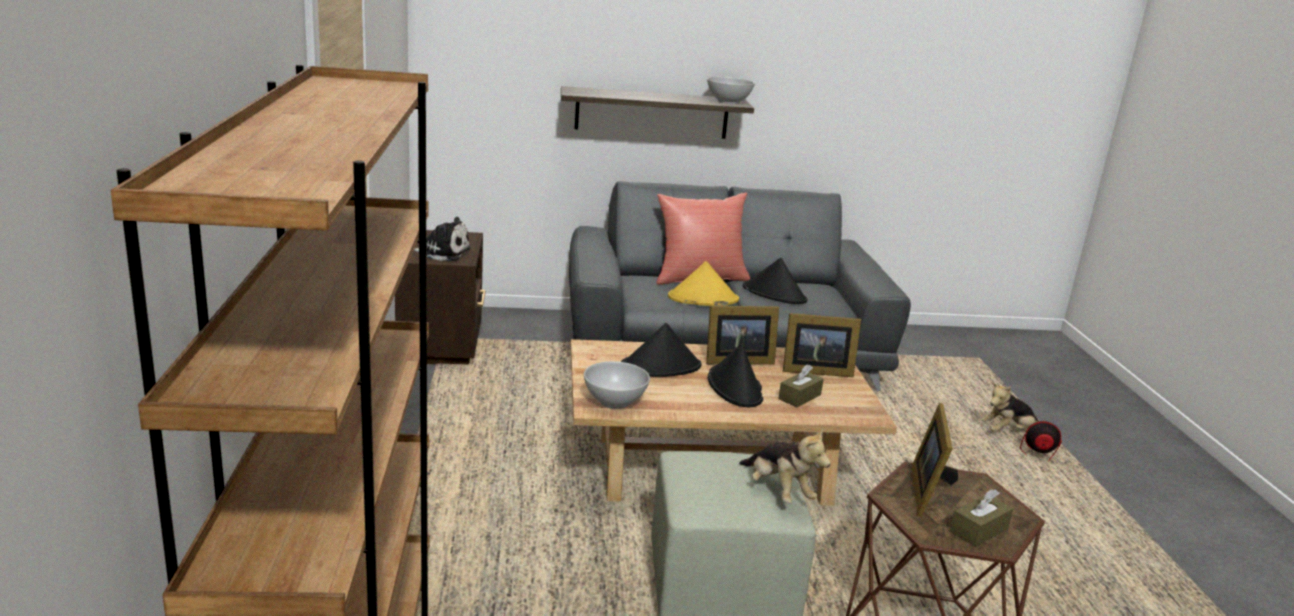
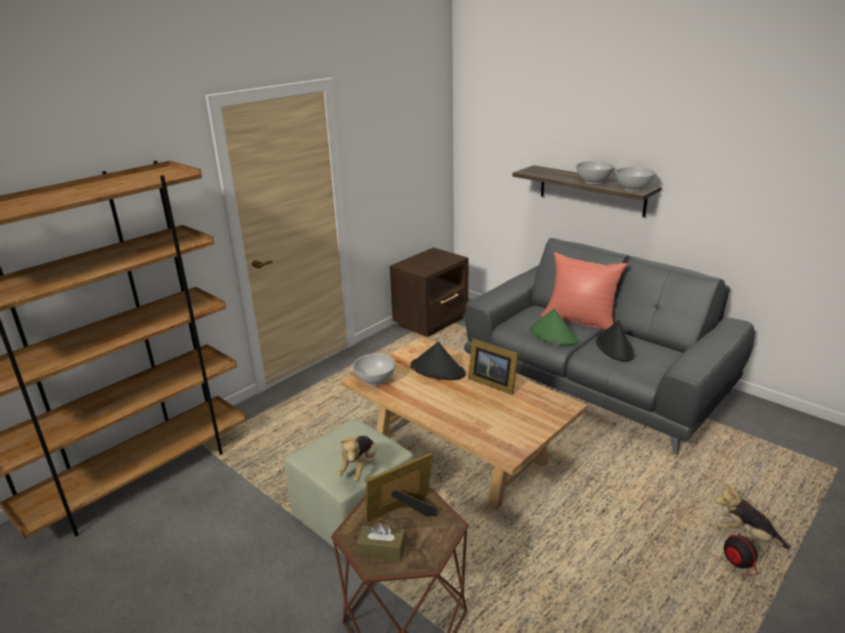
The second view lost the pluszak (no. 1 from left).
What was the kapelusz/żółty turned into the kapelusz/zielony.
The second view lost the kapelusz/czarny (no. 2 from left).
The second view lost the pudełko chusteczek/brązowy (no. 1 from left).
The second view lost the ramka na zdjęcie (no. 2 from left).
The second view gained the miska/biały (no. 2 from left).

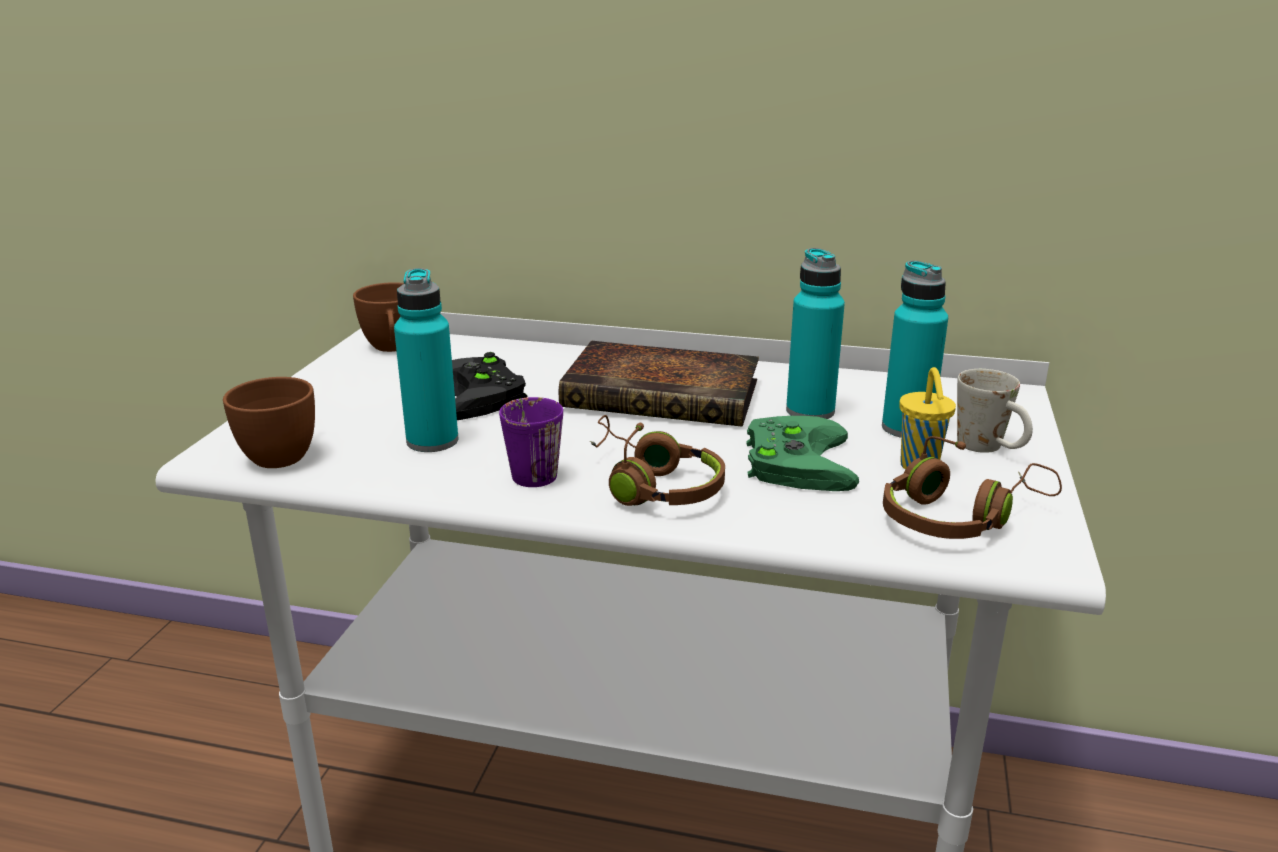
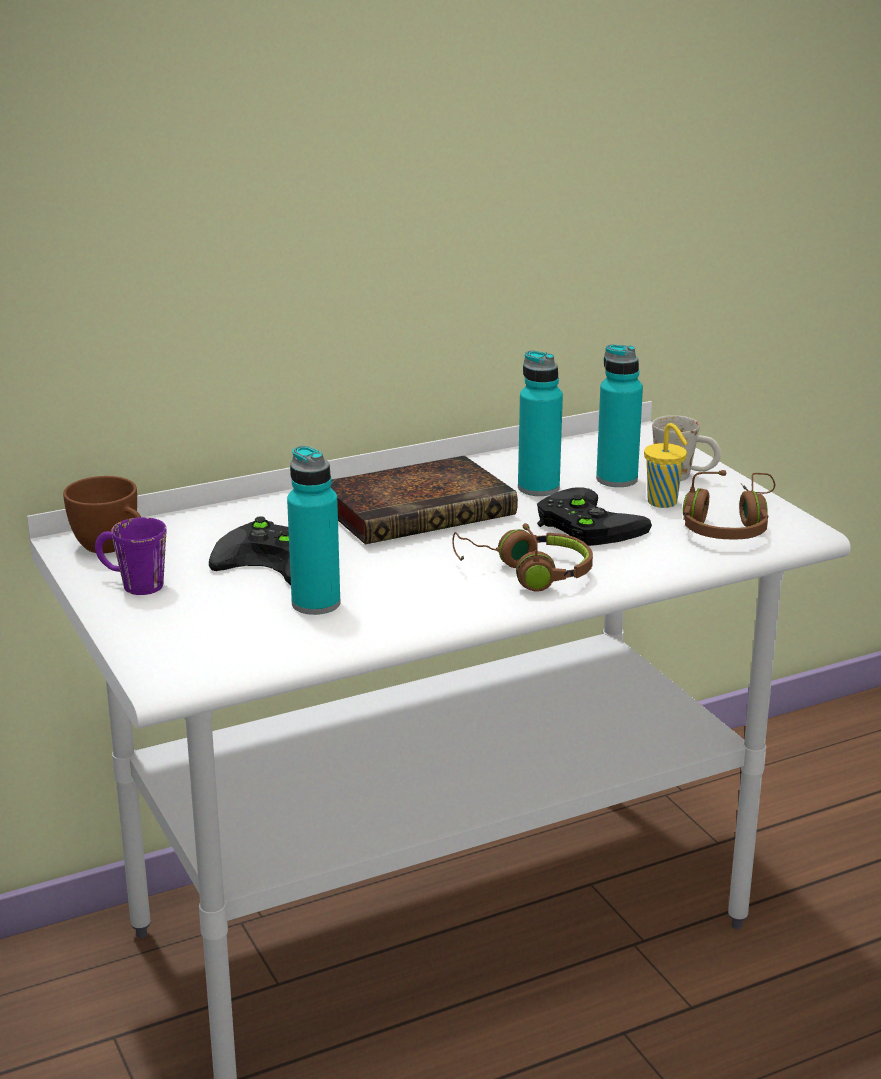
The second view lost the filiżanka/brązowy (no. 1 from left).
The kubek/fioletowy ended up elsewhere.
What was the pad do gier/zielony turned into the pad do gier/czarny (no. 2 from left).

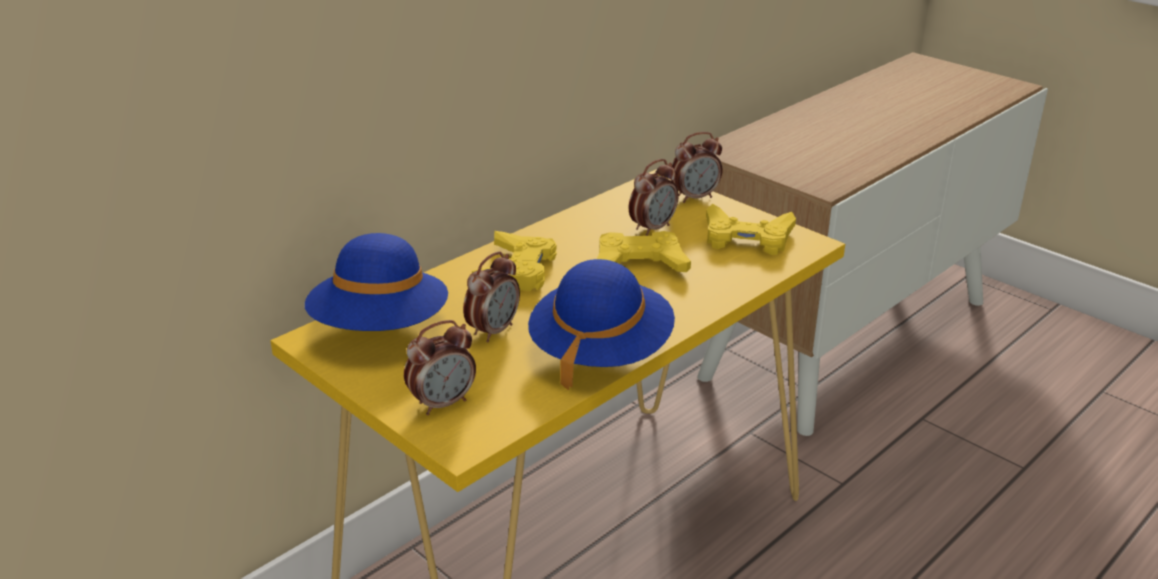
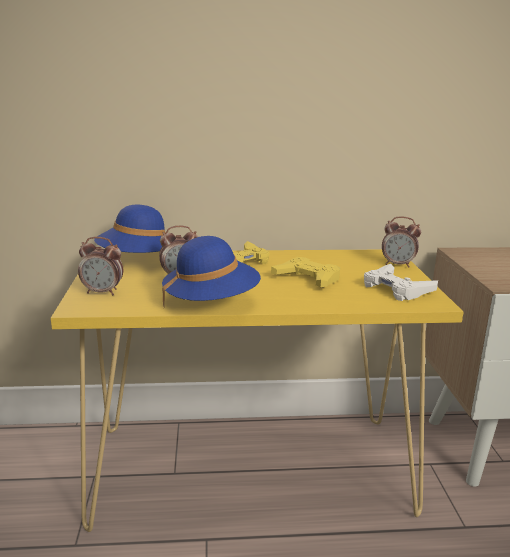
The second view lost the budzik (no. 3 from left).
What was the pad do gier/żółty (no. 3 from left) turned into the pad do gier/biały.

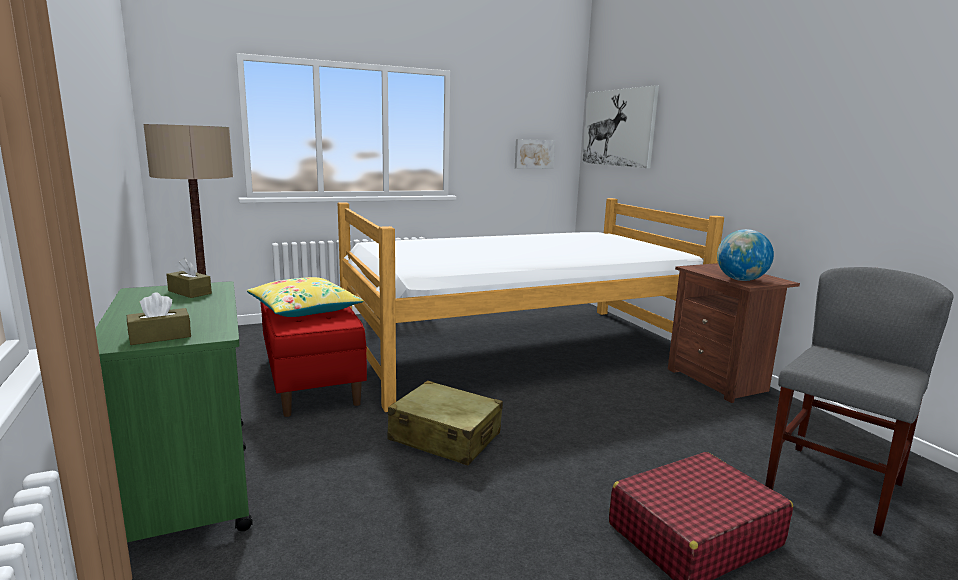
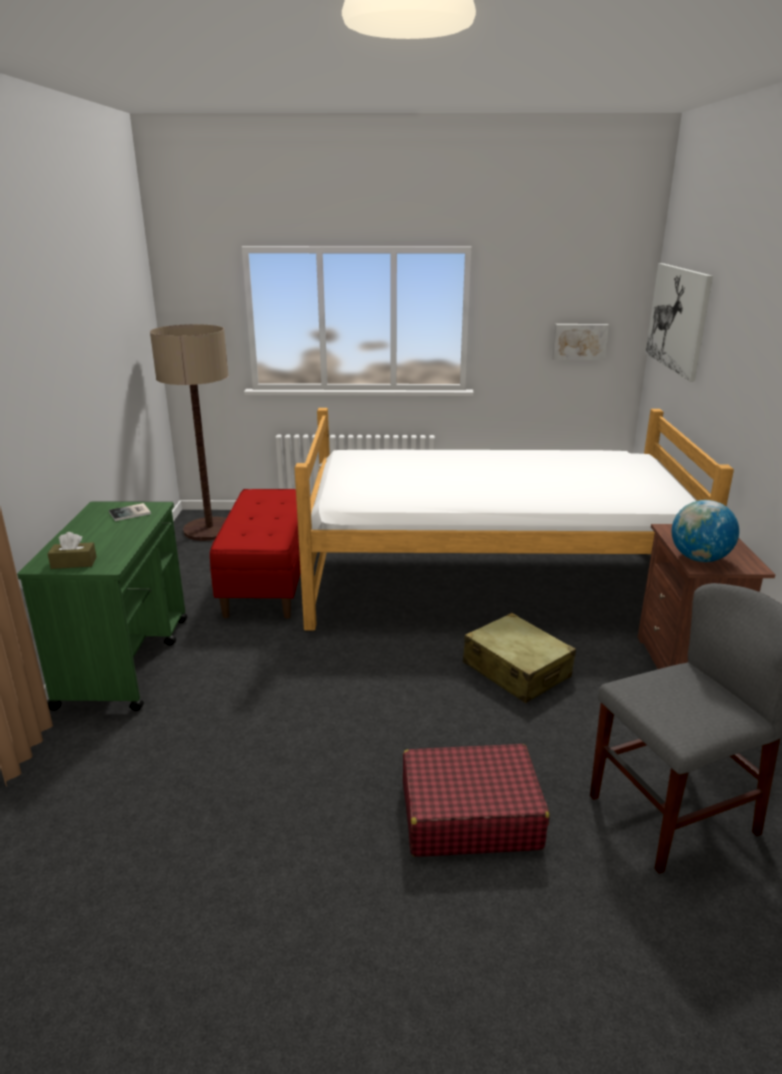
Where the pudełko chusteczek/brązowy (no. 2 from left) stood, the książka came to stand.
The second view lost the poduszka/żółty.
The walizka/beżowy ended up elsewhere.

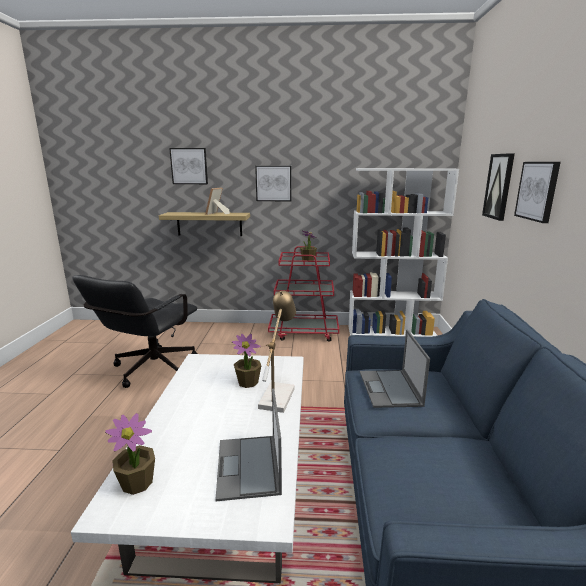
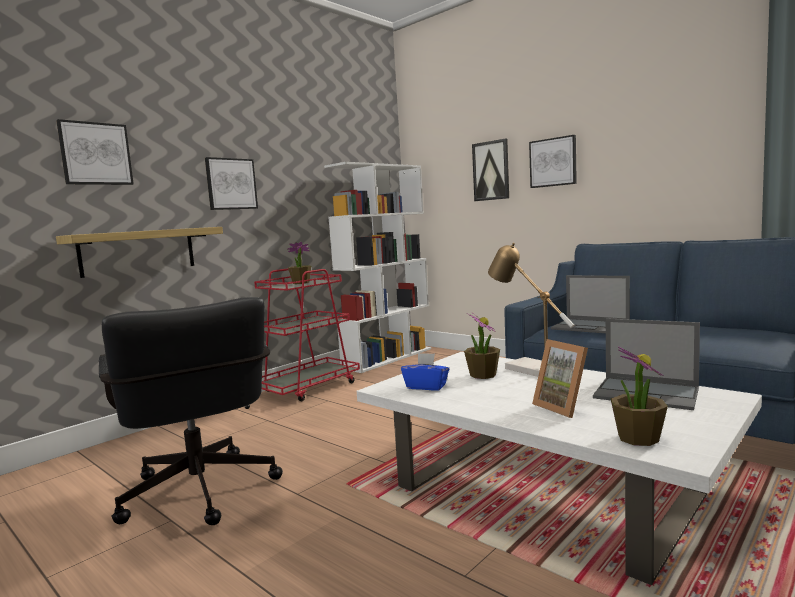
The ramka na zdjęcie ended up elsewhere.
The second view gained the pudełko chusteczek/niebieski.

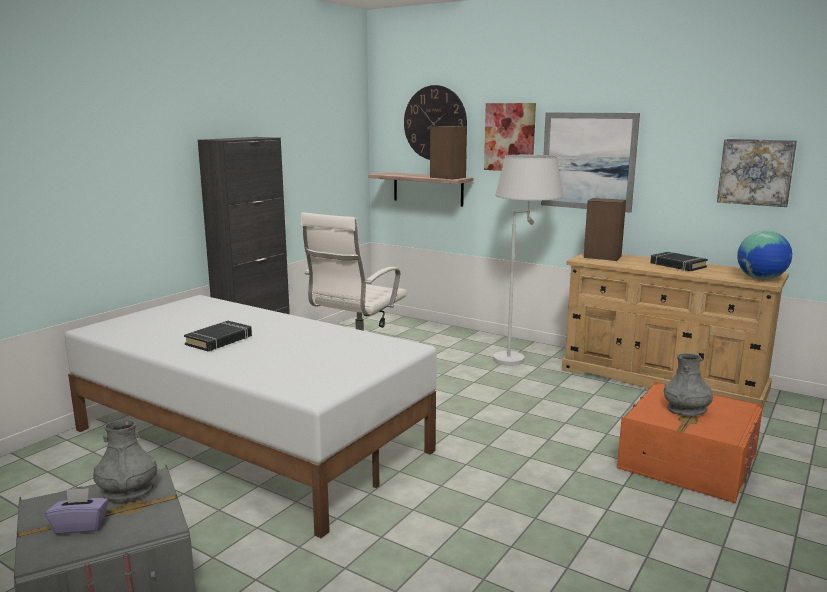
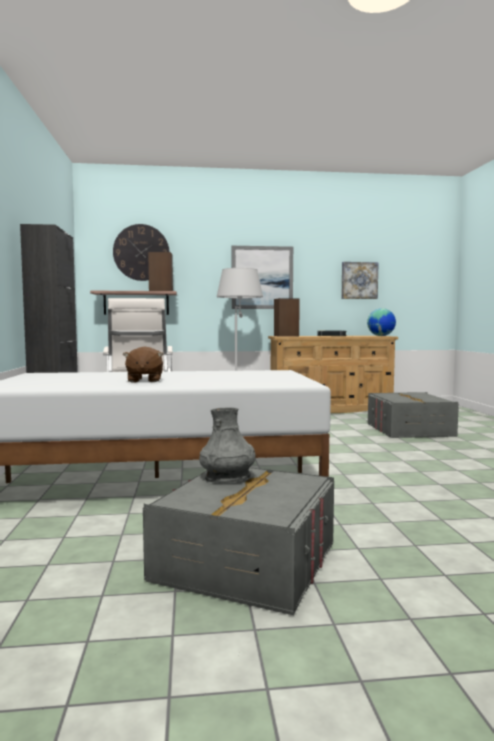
The second view lost the pudełko chusteczek/fioletowy.
Where the książka/czarny (no. 1 from left) stood, the pluszak/brązowy came to stand.
The second view lost the obraz (no. 1 from left).
What was the pojemnik do przechowywania/pomarańczowy turned into the pojemnik do przechowywania/szary (no. 2 from left).
The second view lost the wazon/szary (no. 2 from left).

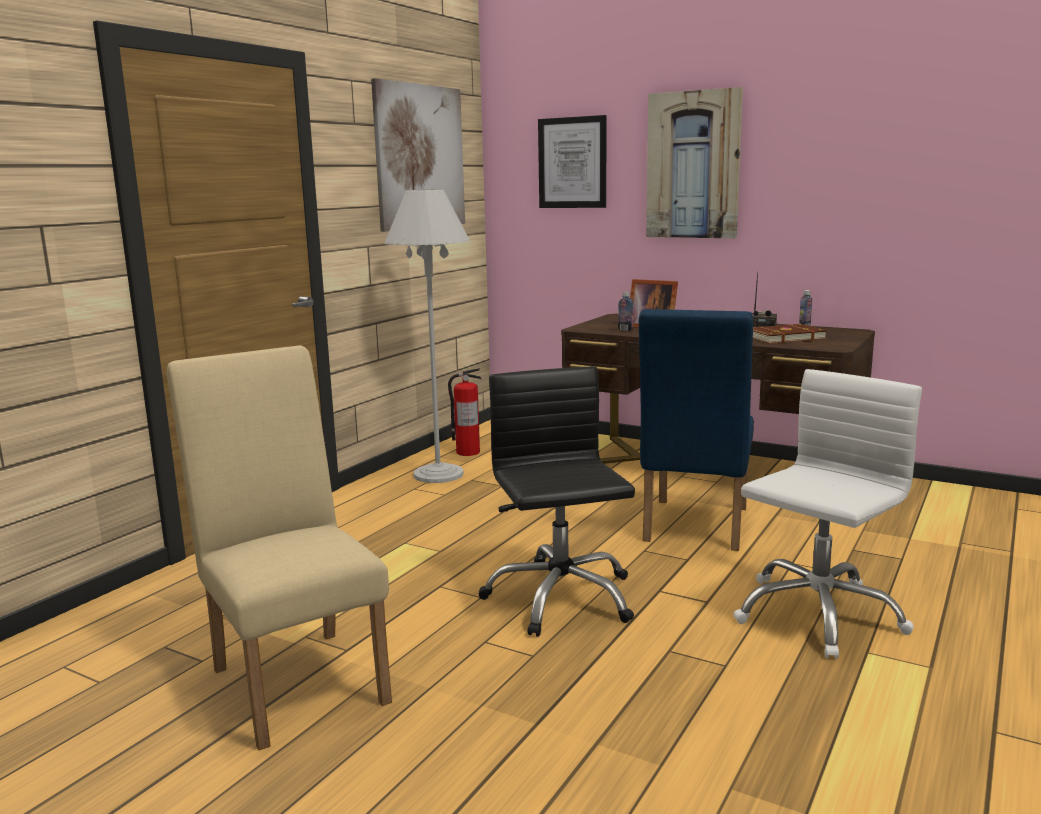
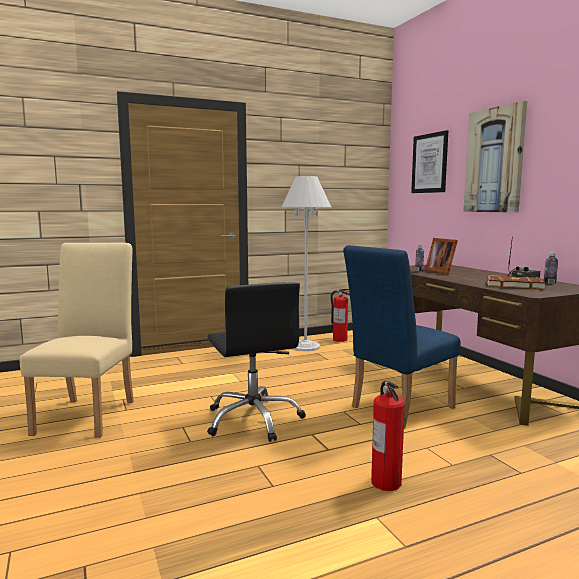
The second view lost the obraz (no. 1 from left).
The krzesło biurowe/czarny ended up facing another way, 135 degrees clockwise from before.
Where the krzesło biurowe/biały stood, the gaśnica (no. 2 from left) came to stand.

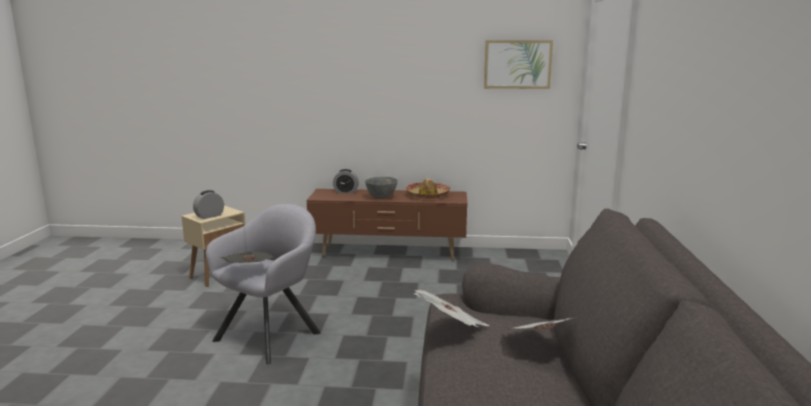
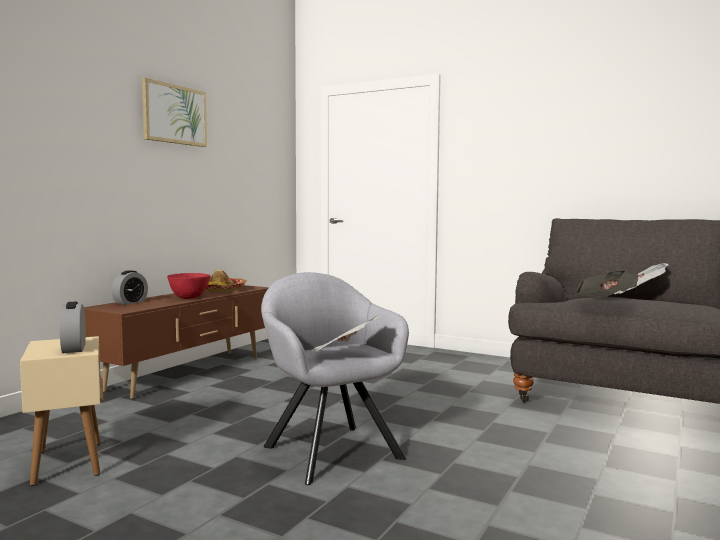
What was the miska/szary turned into the miska/czerwony.
The obraz ended up elsewhere.

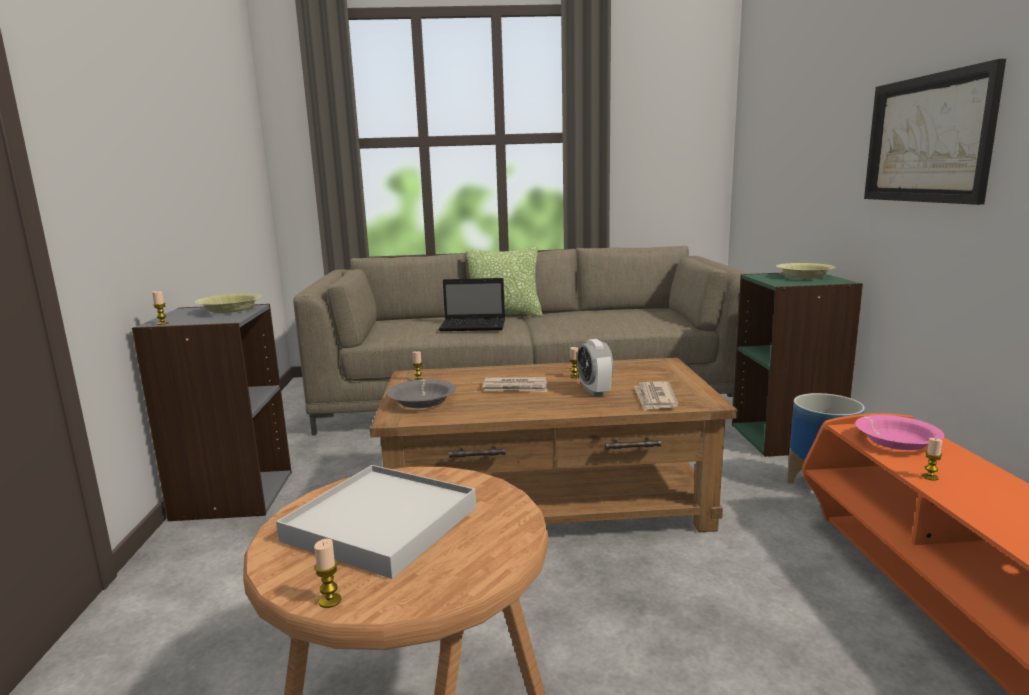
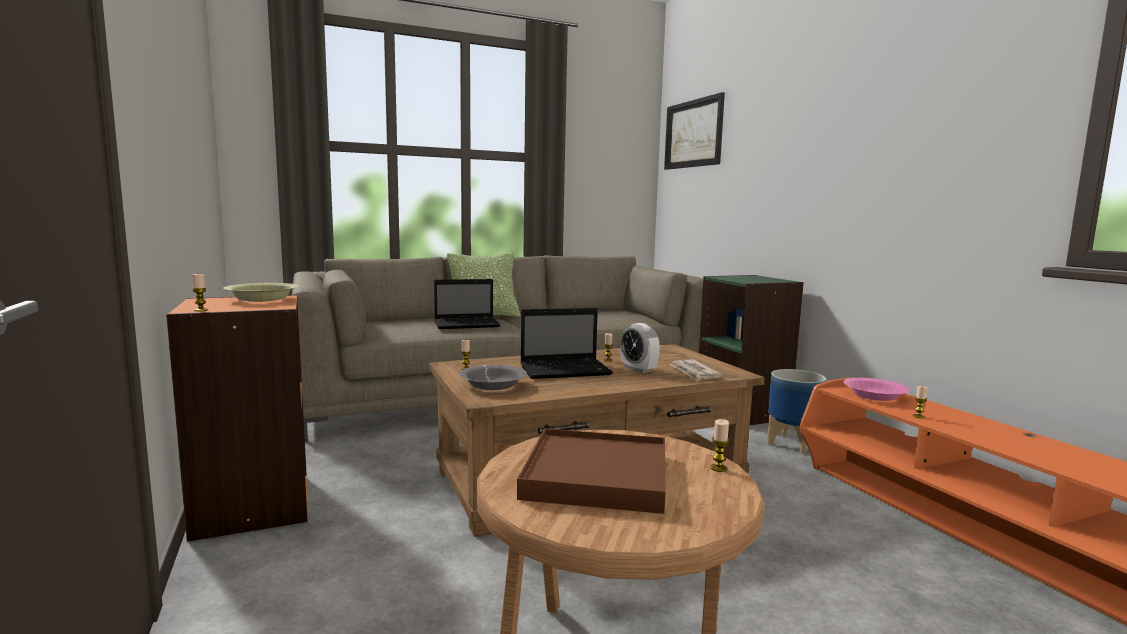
What was the regał/szary turned into the regał/pomarańczowy.
What was the taca/biały turned into the taca/brązowy.
The świeca (no. 2 from left in the first image) ended up elsewhere.
Where the gazeta (no. 1 from left) stood, the laptop (no. 2 from left) came to stand.
The second view lost the miska/żółty (no. 2 from left).
The obraz ended up elsewhere.

